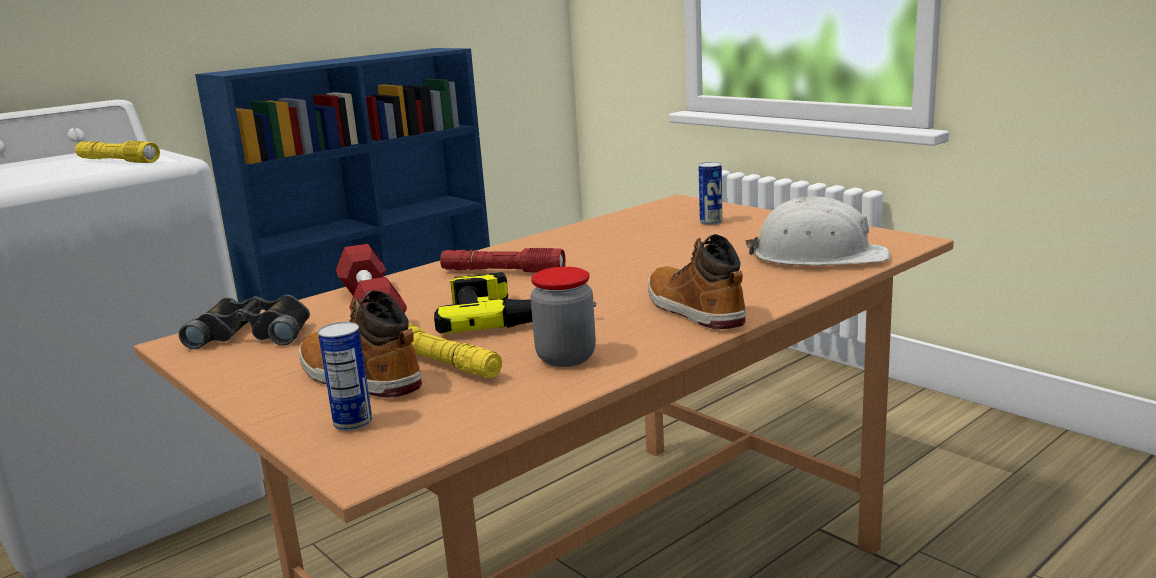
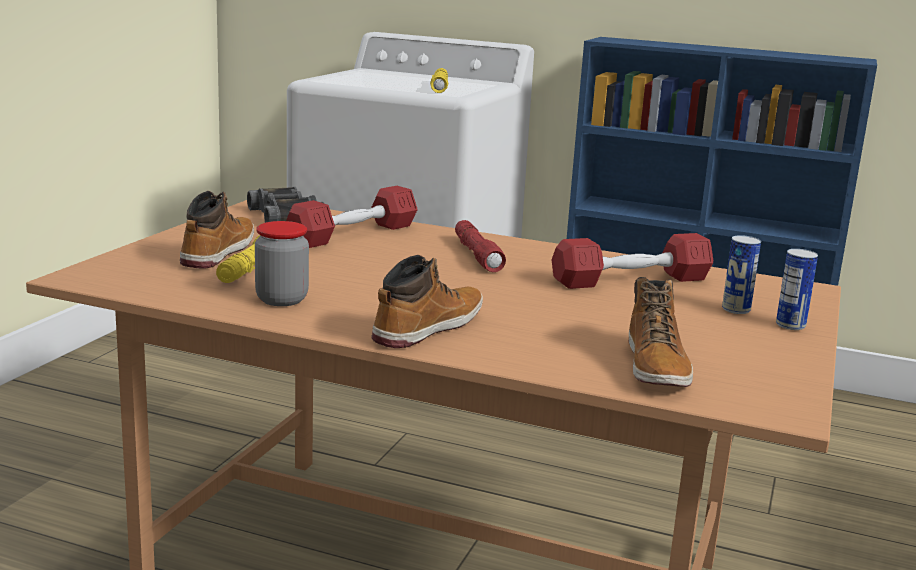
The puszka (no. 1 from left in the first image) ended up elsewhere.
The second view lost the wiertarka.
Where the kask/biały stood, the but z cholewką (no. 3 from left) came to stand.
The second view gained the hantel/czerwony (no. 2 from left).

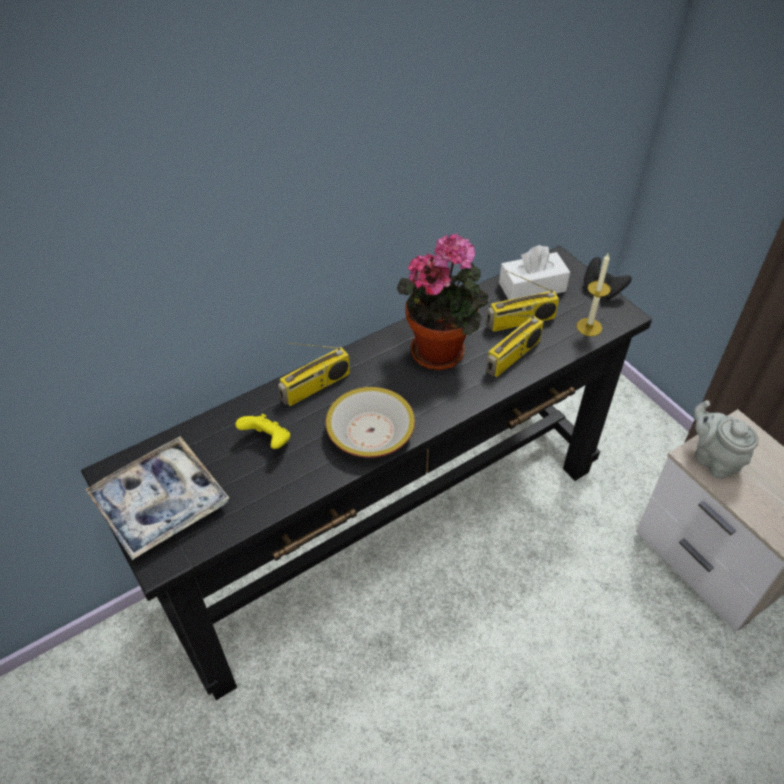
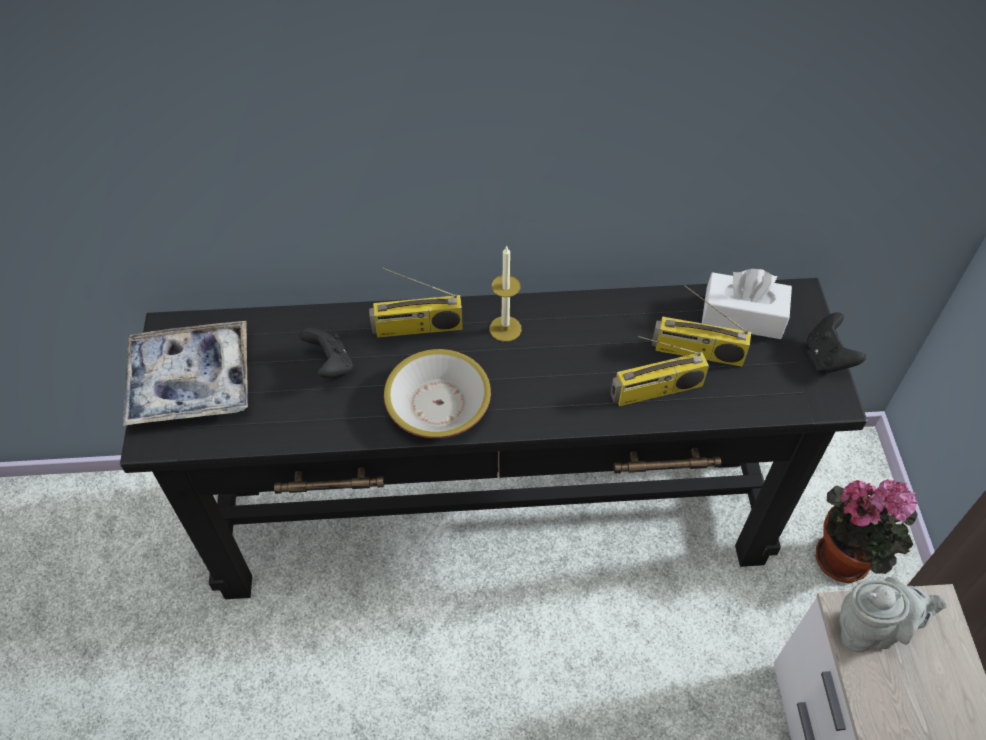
What was the pad do gier/żółty turned into the pad do gier/czarny (no. 1 from left).
The roślina doniczkowa ended up elsewhere.
The świeca ended up elsewhere.
The imbryk/szary ended up facing another way, 90 degrees clockwise from before.

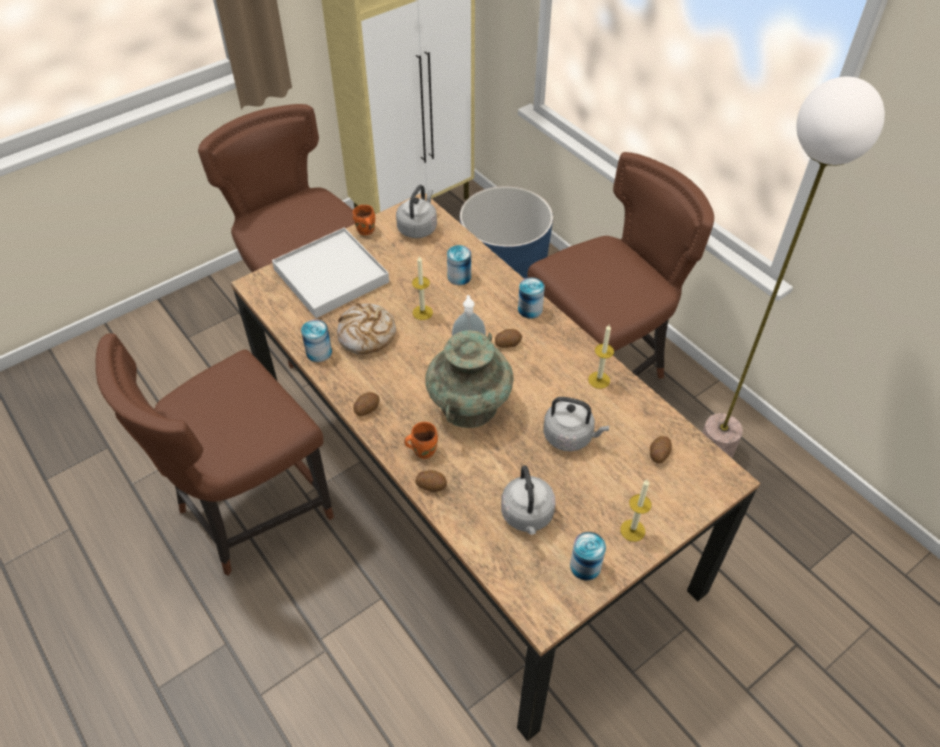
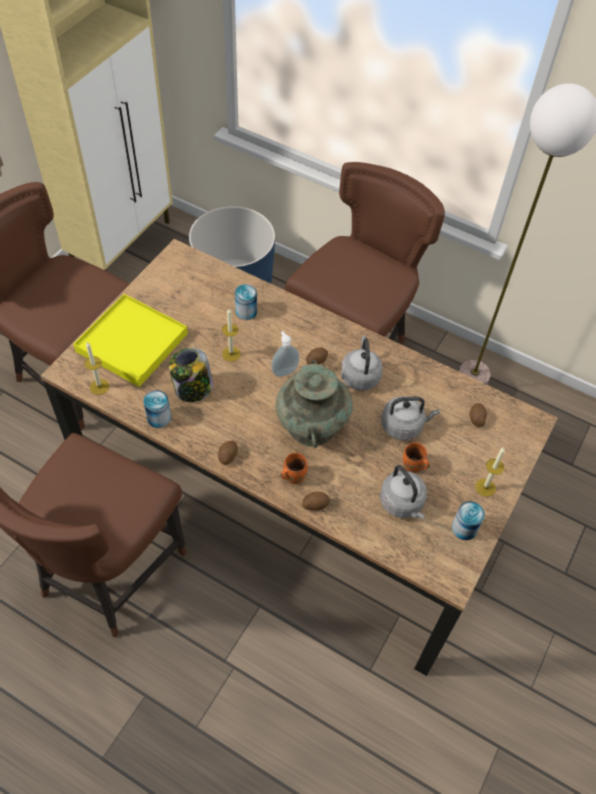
What was the taca/biały turned into the taca/żółty.
Where the chleb stood, the słoik came to stand.
The kubek/pomarańczowy (no. 1 from left in the first image) ended up elsewhere.
The czajnik/szary (no. 1 from left) ended up elsewhere.
The second view lost the puszka (no. 3 from left).
The świeca (no. 2 from left in the first image) ended up elsewhere.

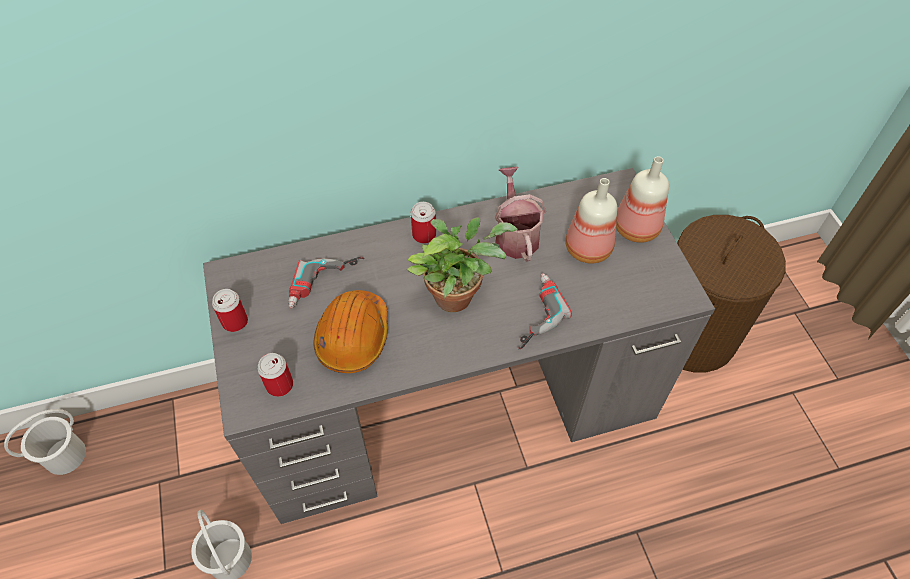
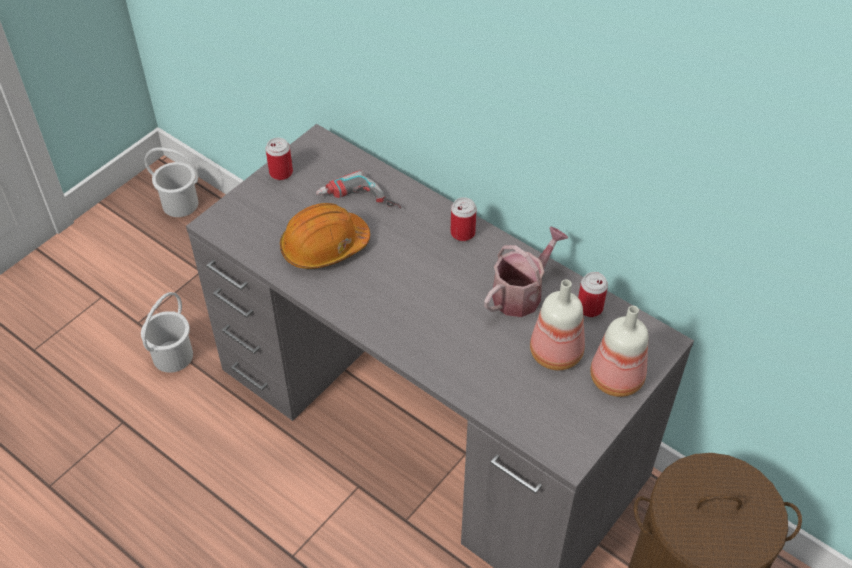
The puszka (no. 2 from left in the first image) ended up elsewhere.
The second view lost the roślina doniczkowa.
The second view lost the wiertarka (no. 2 from left).

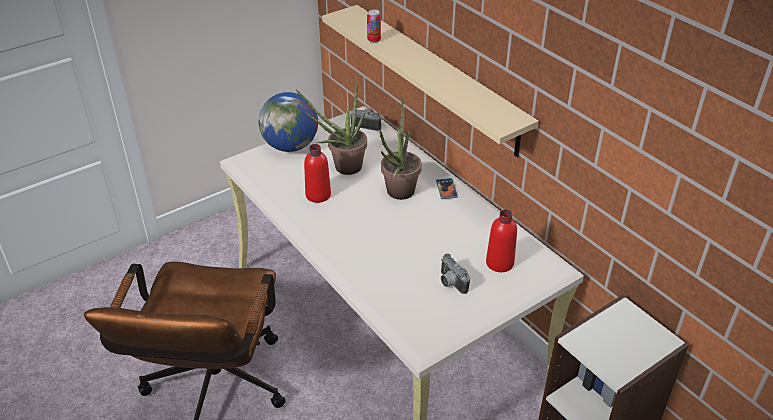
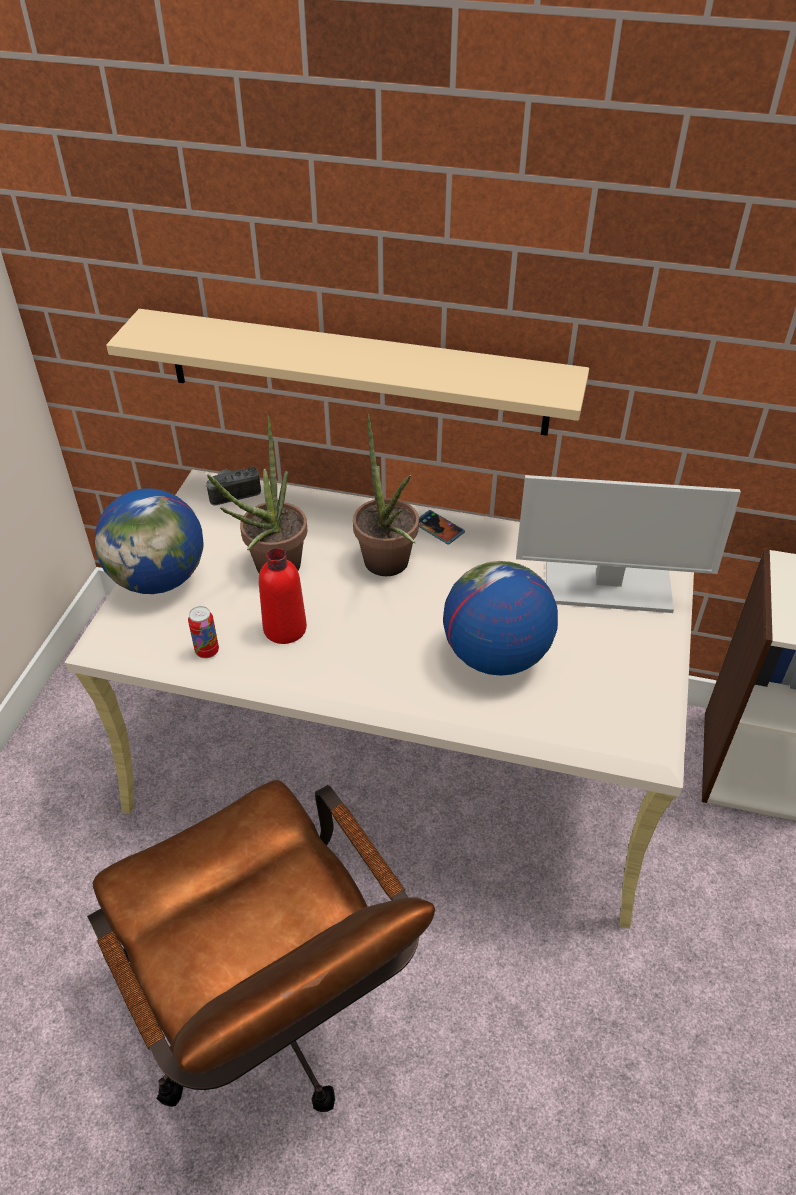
The puszka ended up elsewhere.
The second view lost the aparat fotograficzny (no. 2 from left).
Where the butelka/czerwony (no. 2 from left) stood, the monitor came to stand.
The second view gained the globus (no. 2 from left).

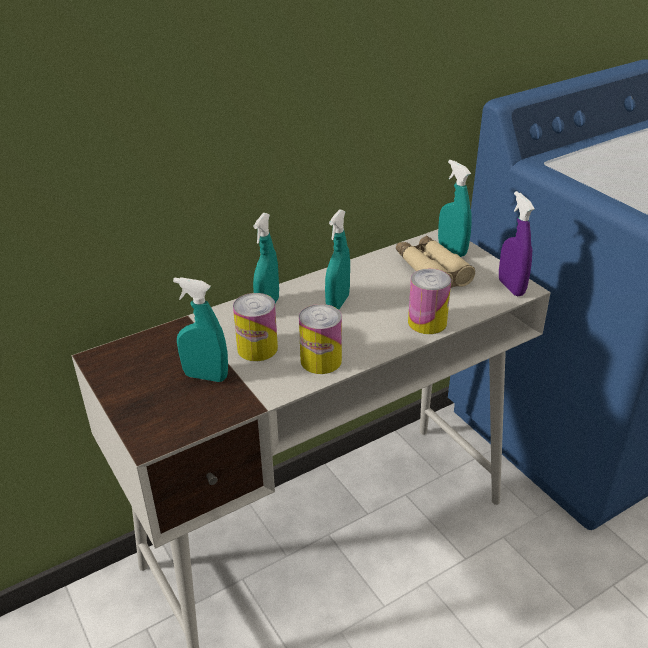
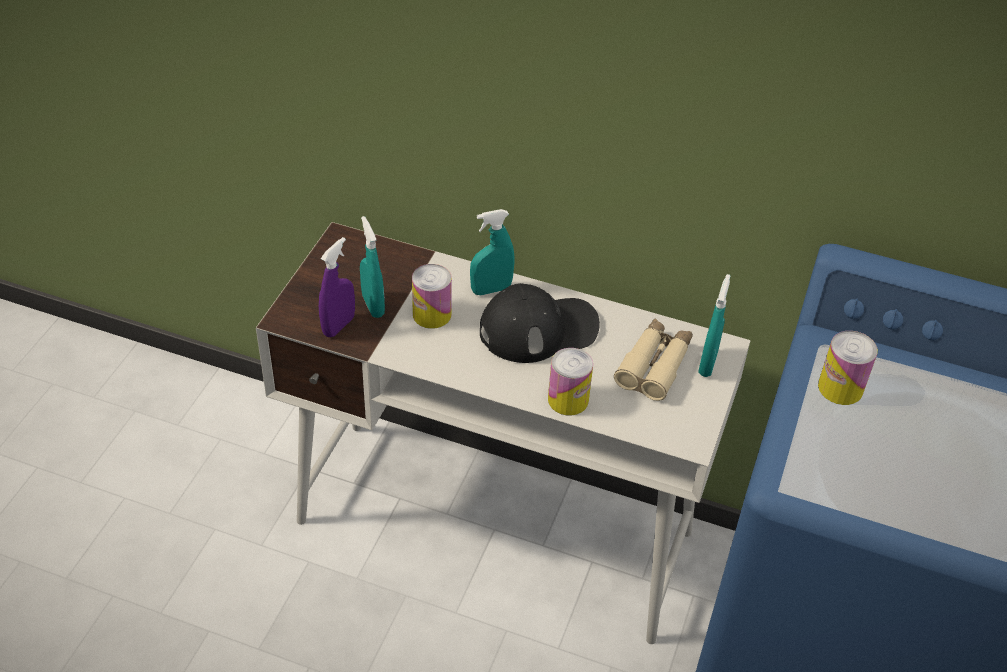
The puszka (no. 2 from left in the first image) ended up elsewhere.
Where the spryskiwacz/turkusowy (no. 3 from left) stood, the czapka z daszkiem/czarny came to stand.
The spryskiwacz/fioletowy ended up elsewhere.

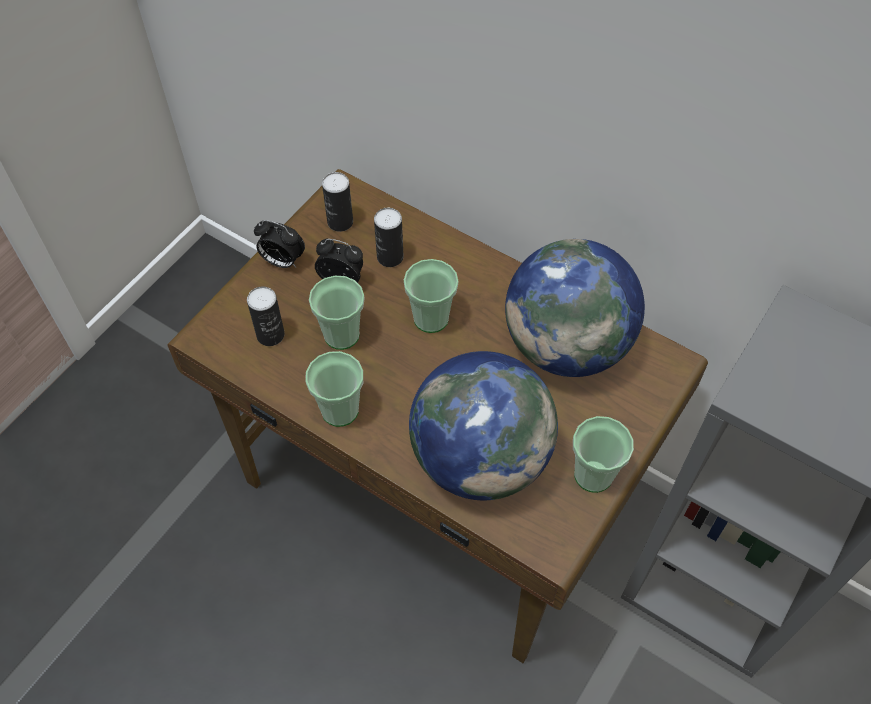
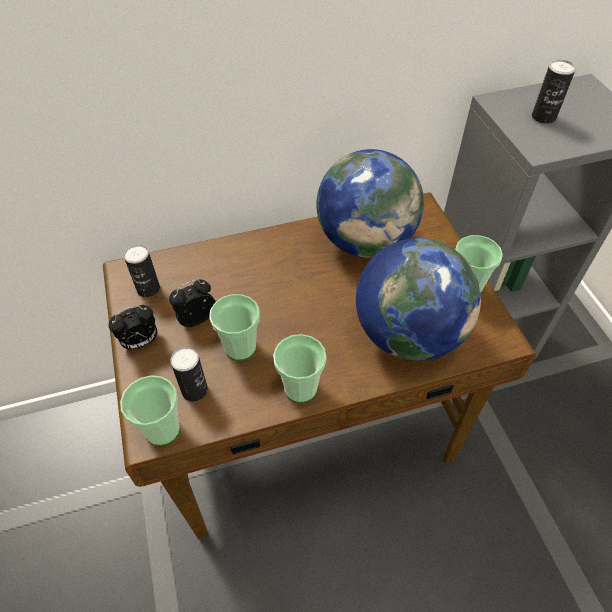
The puszka (no. 3 from left) ended up elsewhere.
The filiżanka (no. 3 from left in the first image) ended up elsewhere.

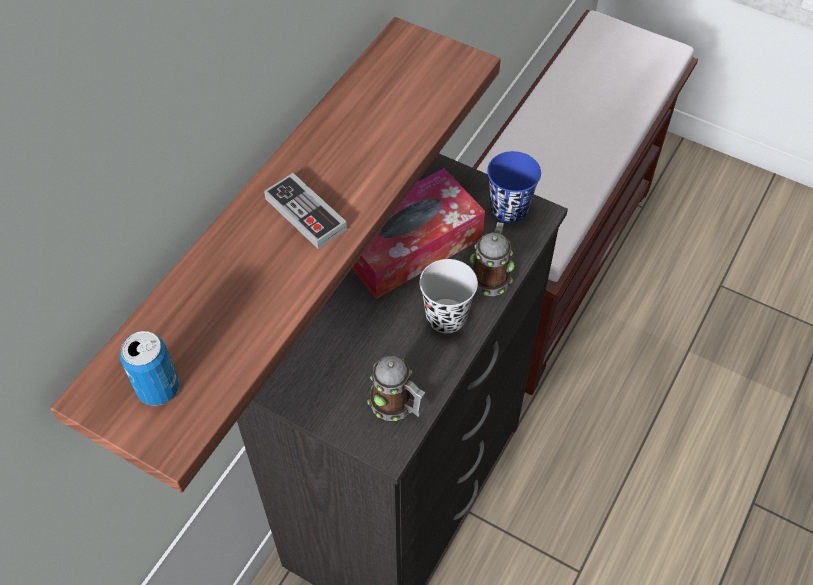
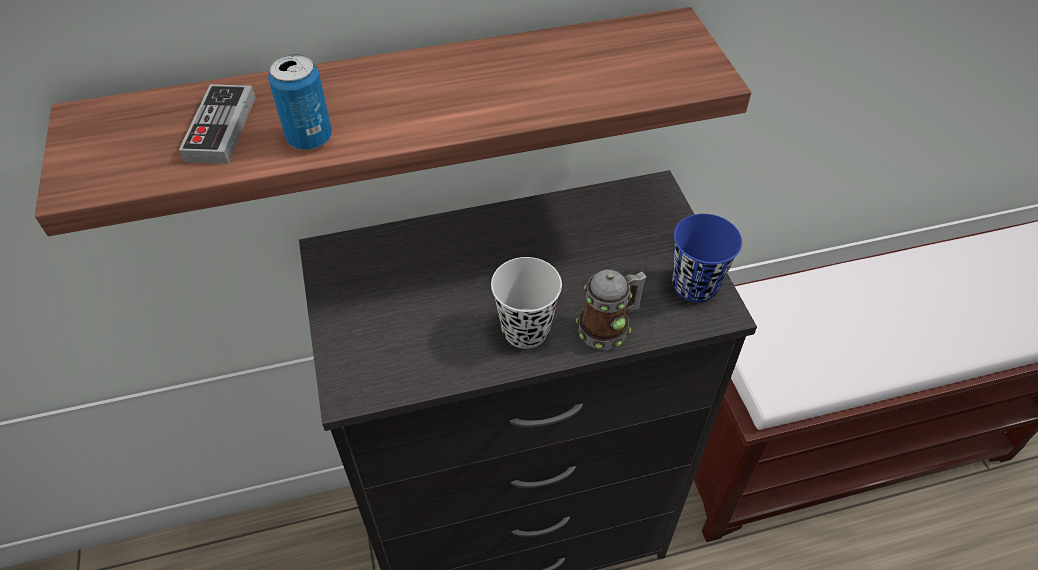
The puszka ended up elsewhere.
The pad do gier ended up elsewhere.
The second view lost the pudełko chusteczek.
The second view lost the kubek (no. 1 from left).

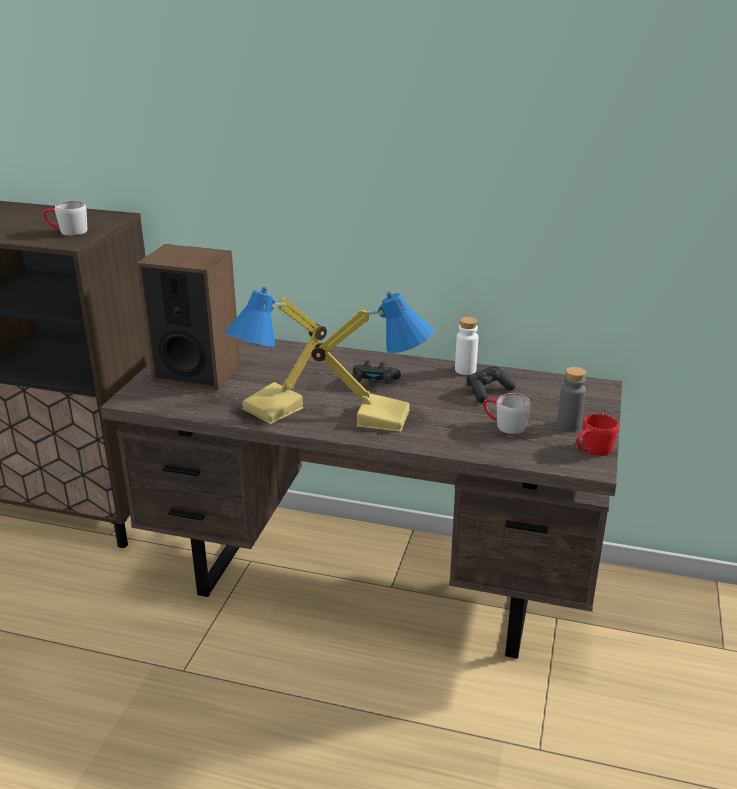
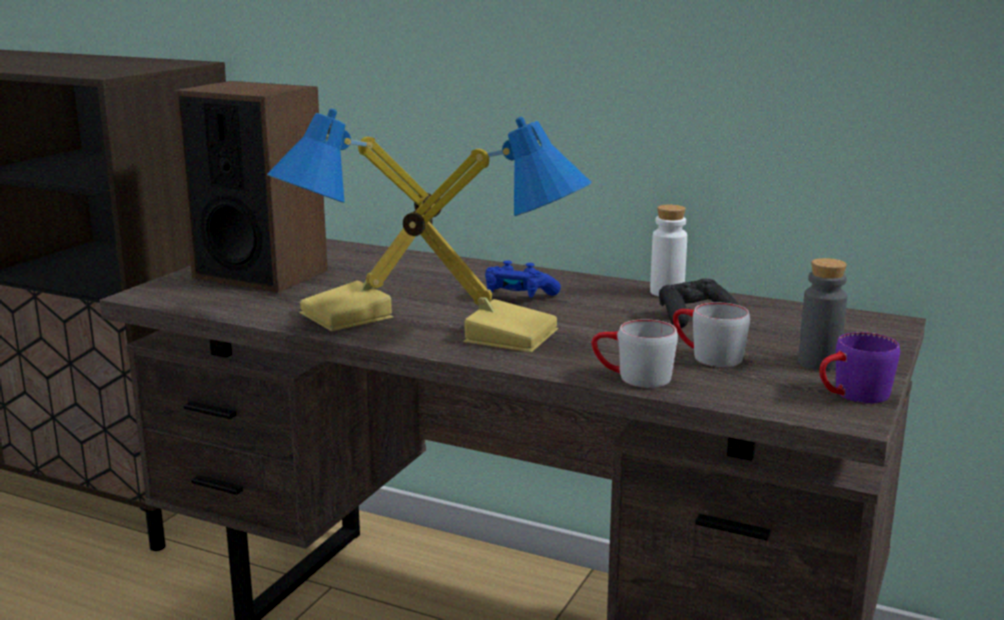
The kubek/szary (no. 1 from left) ended up elsewhere.
What was the pad do gier/czarny (no. 1 from left) turned into the pad do gier/niebieski.
What was the kubek/czerwony turned into the kubek/fioletowy.

